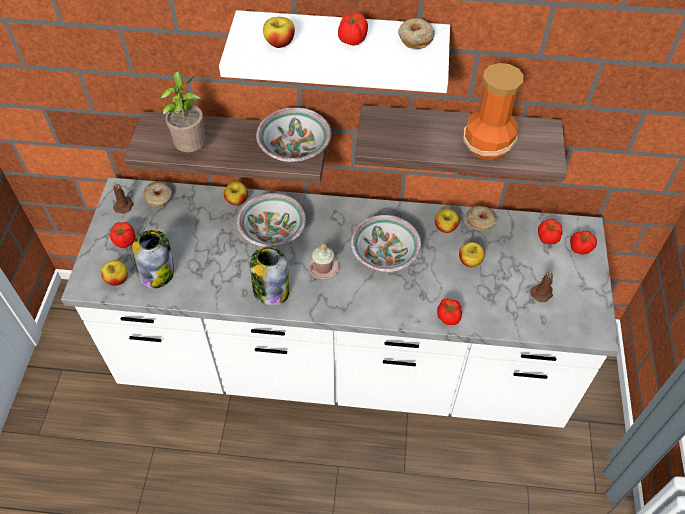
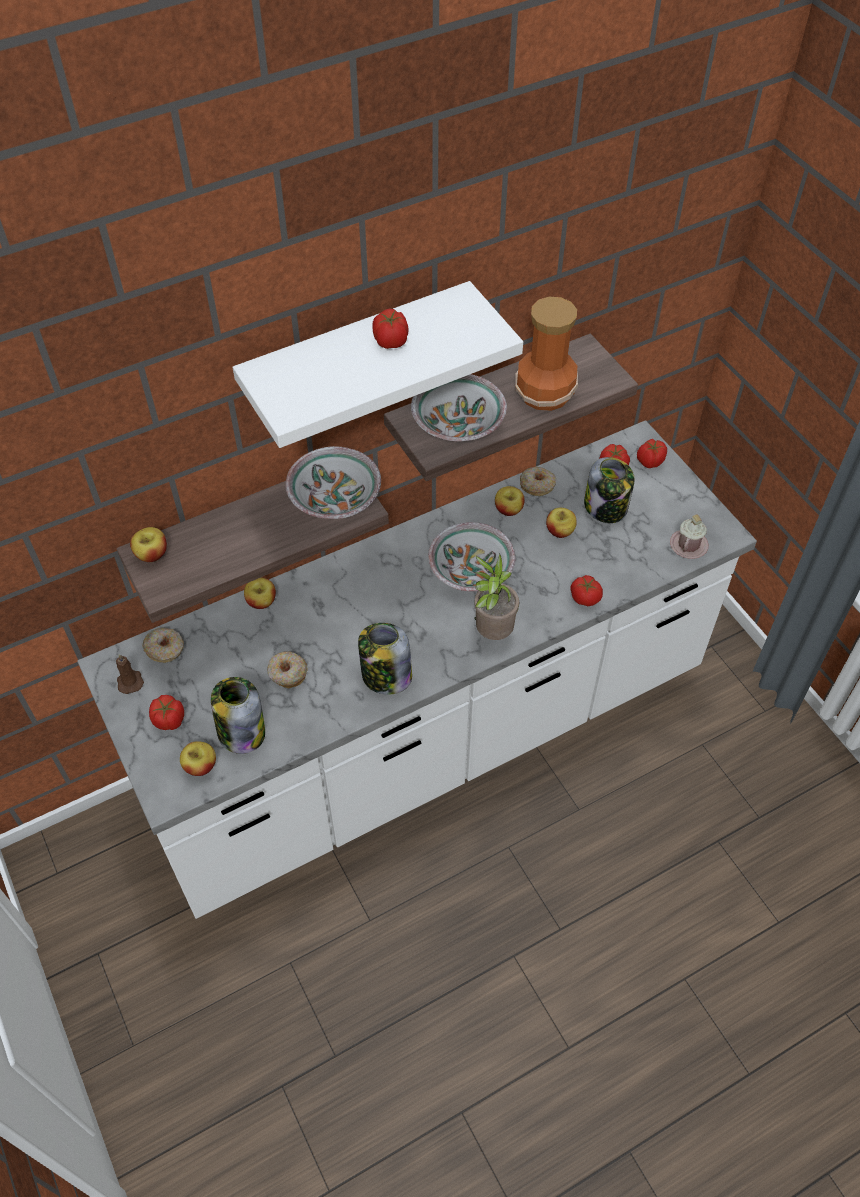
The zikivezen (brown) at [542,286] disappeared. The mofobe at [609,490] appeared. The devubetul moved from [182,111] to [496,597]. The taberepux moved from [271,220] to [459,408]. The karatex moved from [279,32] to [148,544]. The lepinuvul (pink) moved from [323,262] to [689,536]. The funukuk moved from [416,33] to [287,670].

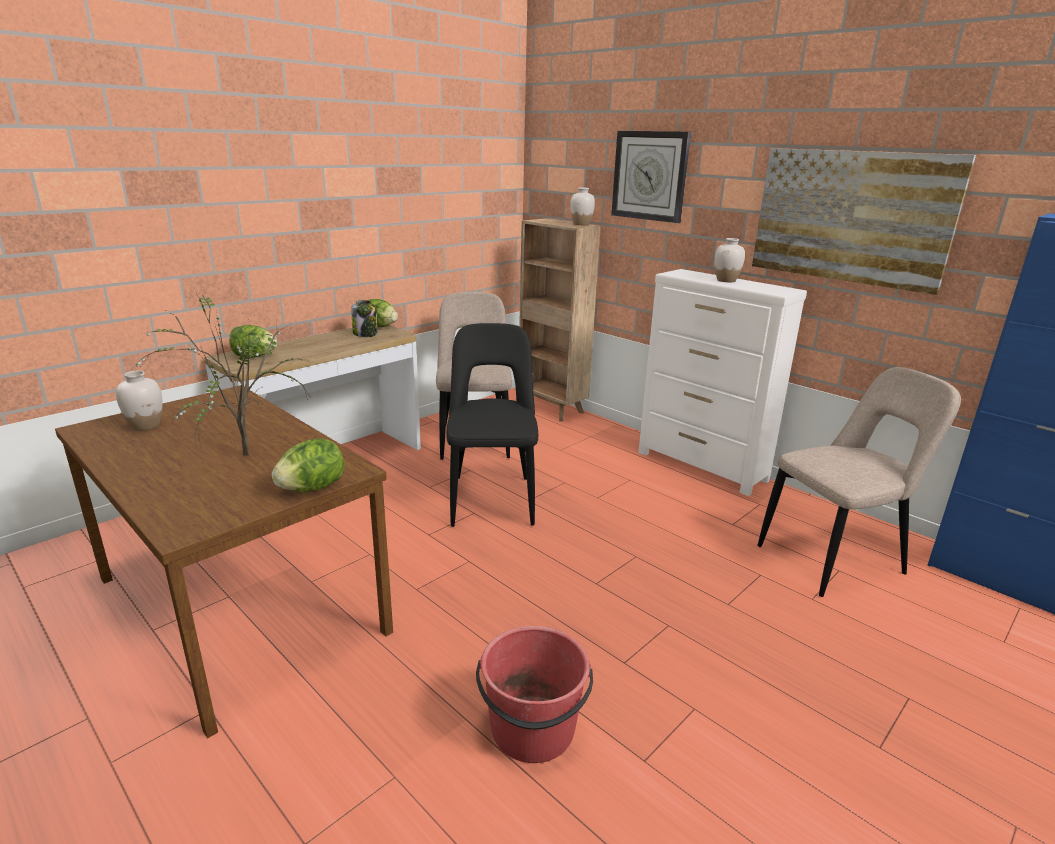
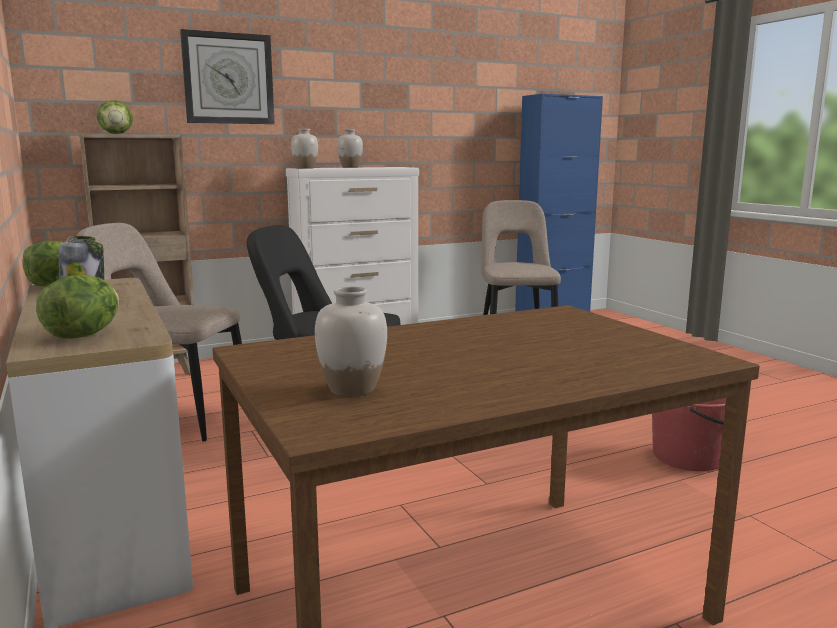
The devubetul at [220,372] disappeared. The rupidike at [864,221] disappeared. The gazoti moved from [308,465] to [115,117]. The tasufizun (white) moved from [582,206] to [304,149].

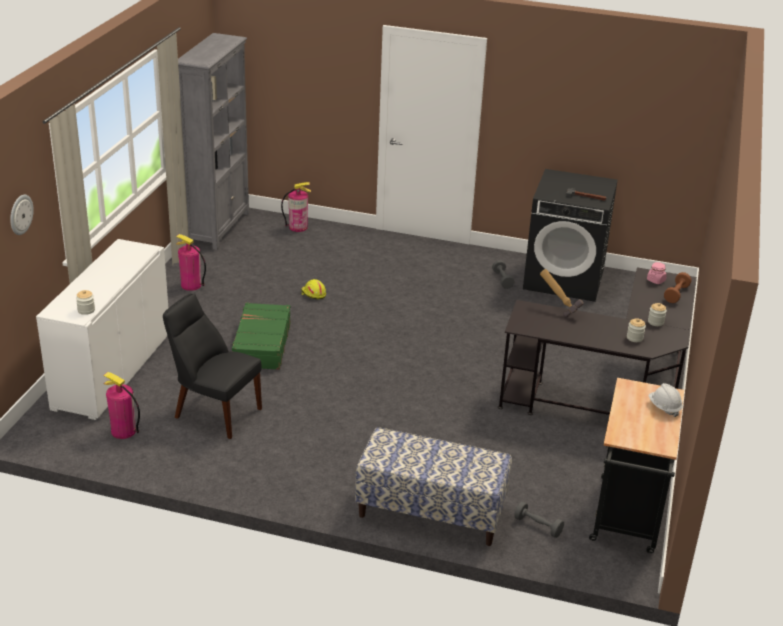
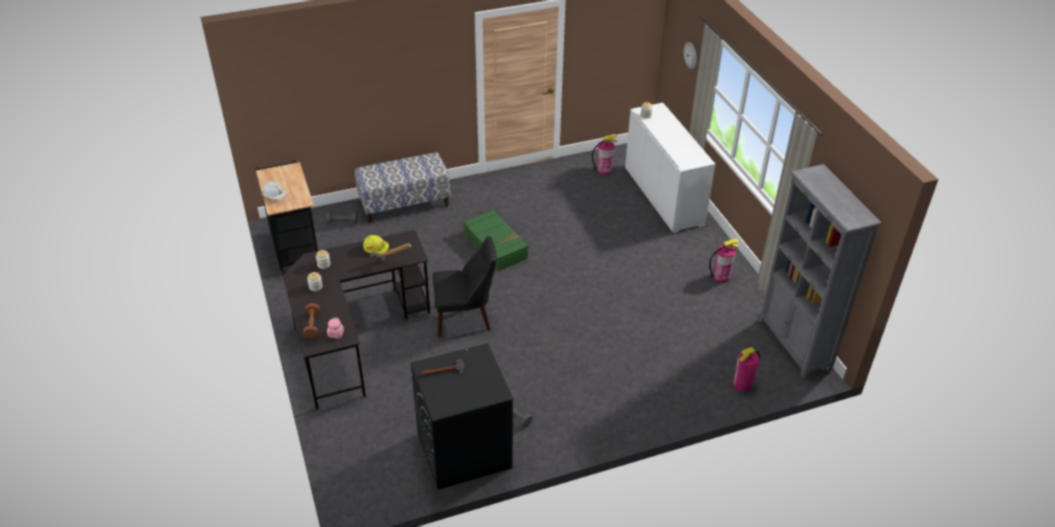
The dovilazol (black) moved from [212,366] to [465,286]. The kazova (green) moved from [261,336] to [496,240]. The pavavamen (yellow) moved from [313,289] to [376,244].

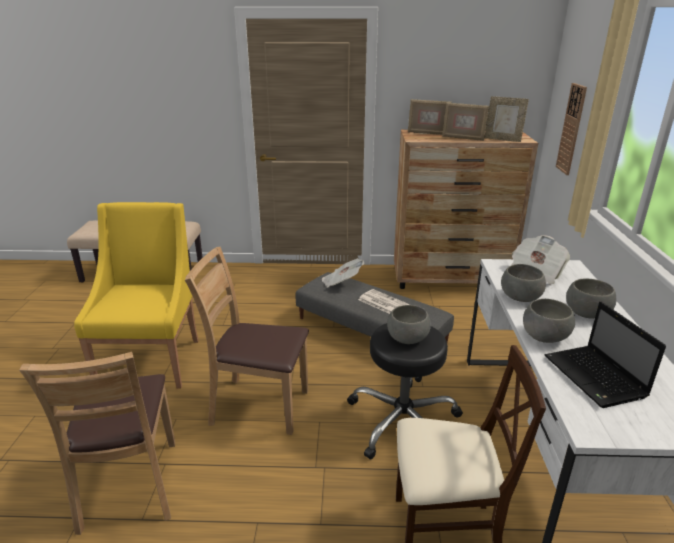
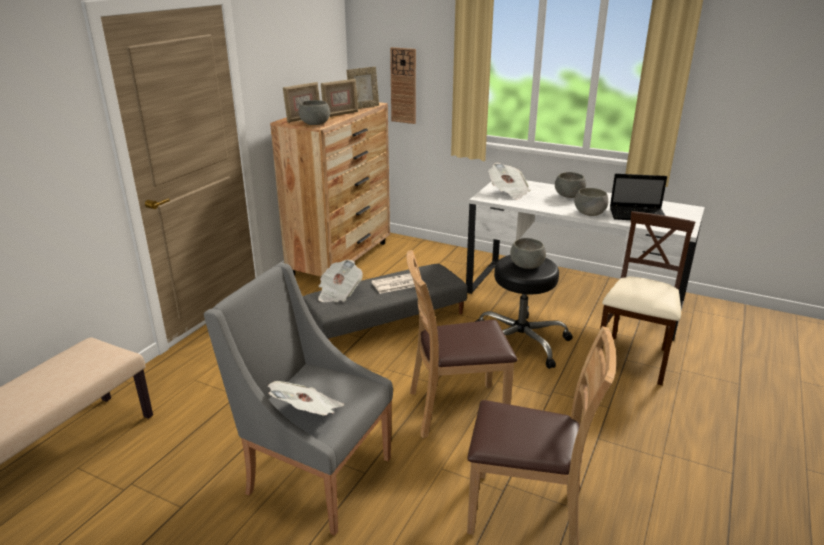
The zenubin at [306,398] appeared. The taberepux (grey) moved from [523,283] to [314,112]. The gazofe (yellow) at [136,295] became the gazofe (grey) at [298,399]. The dovilazol (brown) at [247,341] turned 45 degrees clockwise.

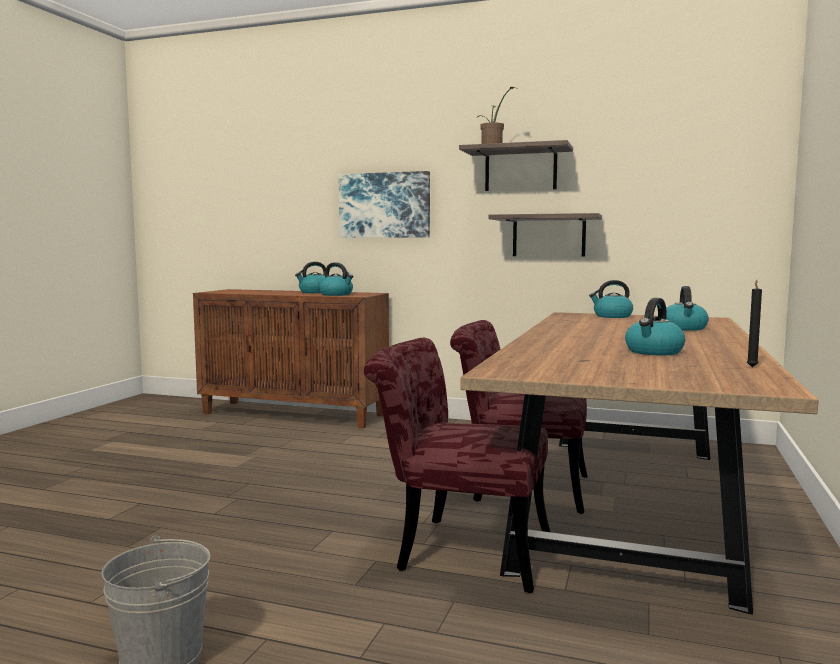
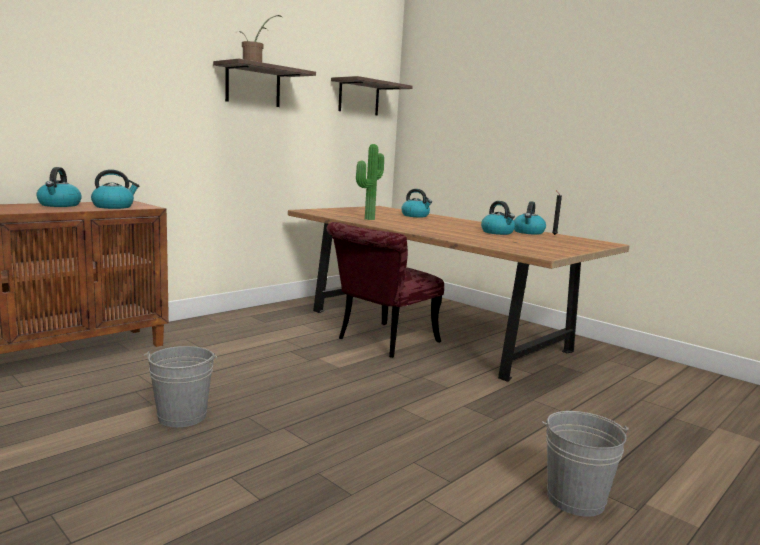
The rupidike at [384,204] disappeared. The dovilazol (red) at [457,465] disappeared. The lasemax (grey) at [180,386] appeared. The devubetul at [370,182] appeared. The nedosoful moved from [545,235] to [372,95]. The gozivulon moved from [611,299] to [530,218].

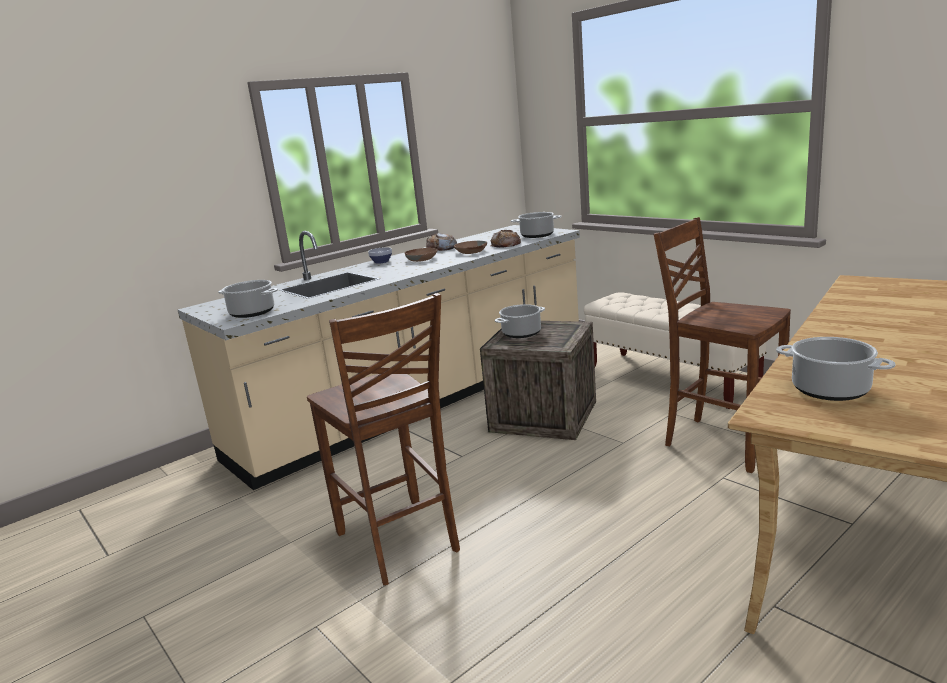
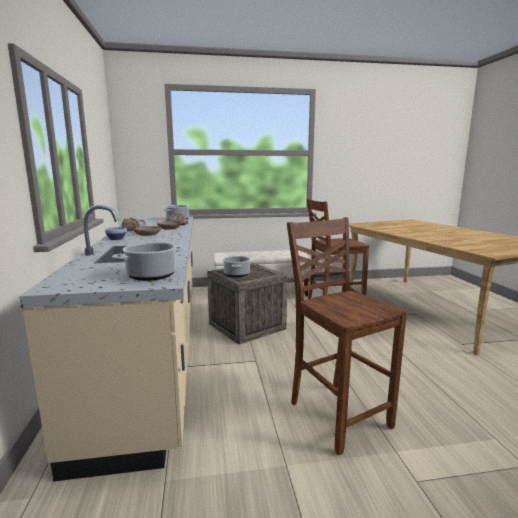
The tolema at [835,369] disappeared. The dovilazol (brown) at [383,439] turned 120 degrees counterclockwise.

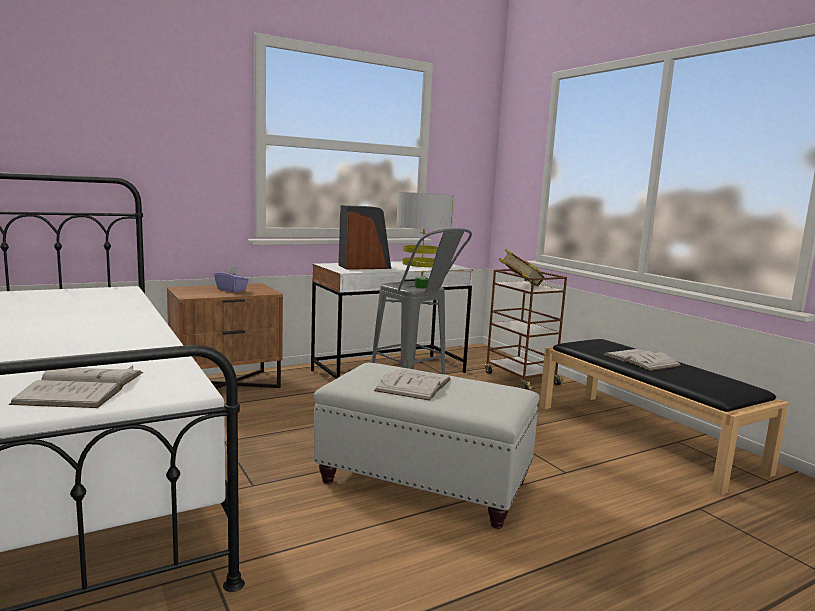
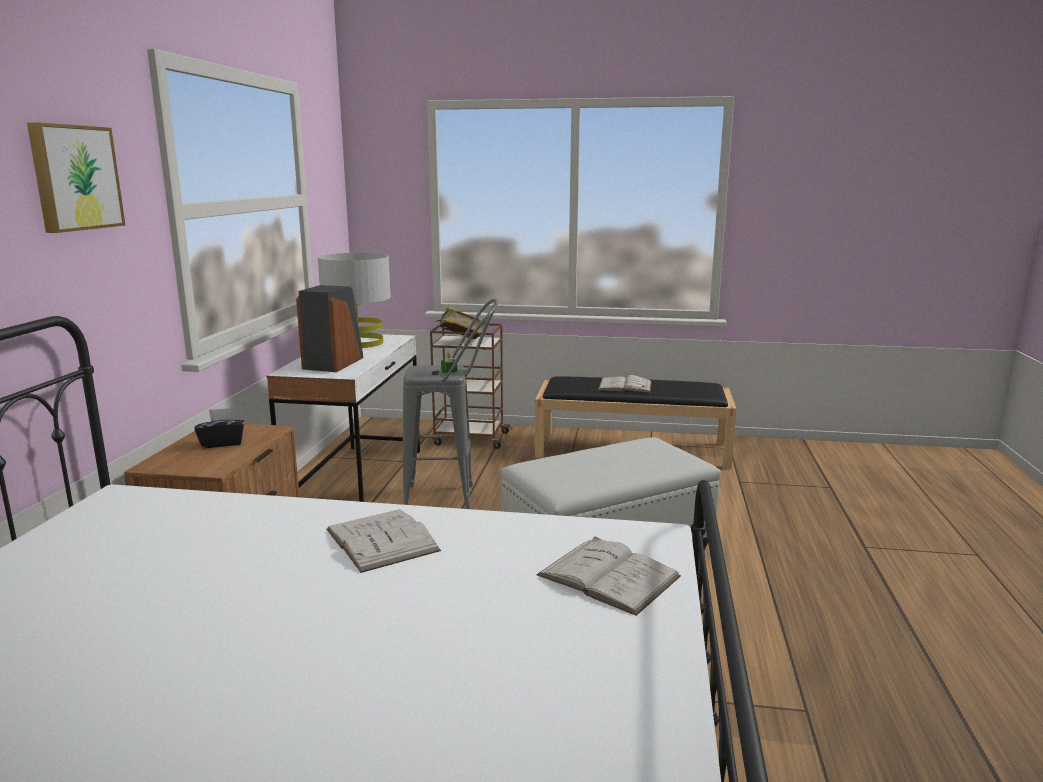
The rupidike at [76,177] appeared. The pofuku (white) moved from [412,385] to [383,541]. The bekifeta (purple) at [231,279] became the bekifeta (black) at [219,428].

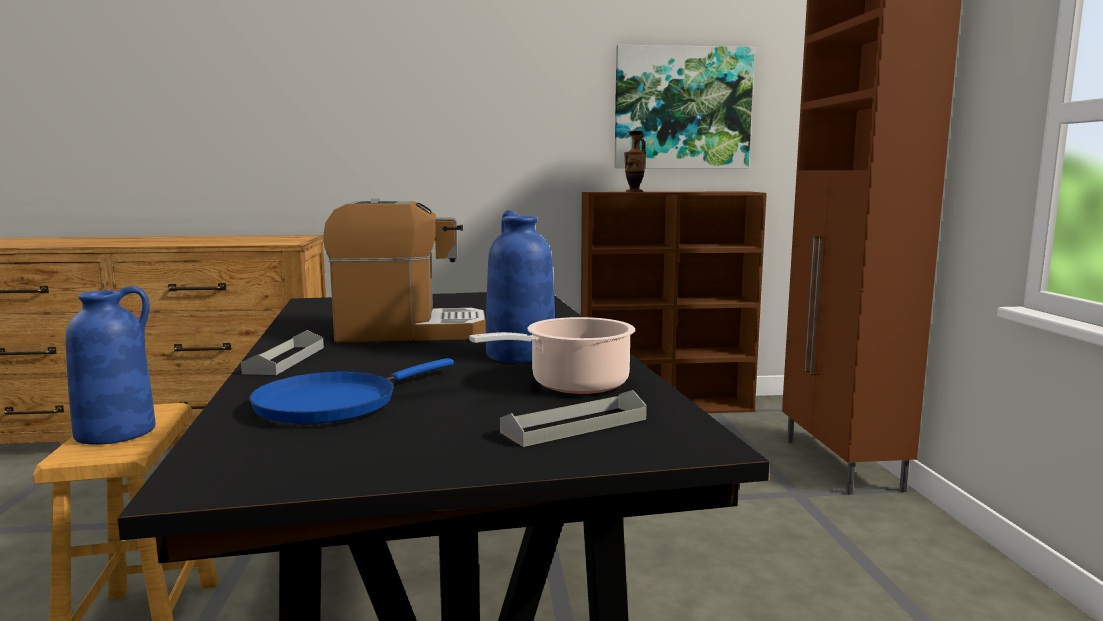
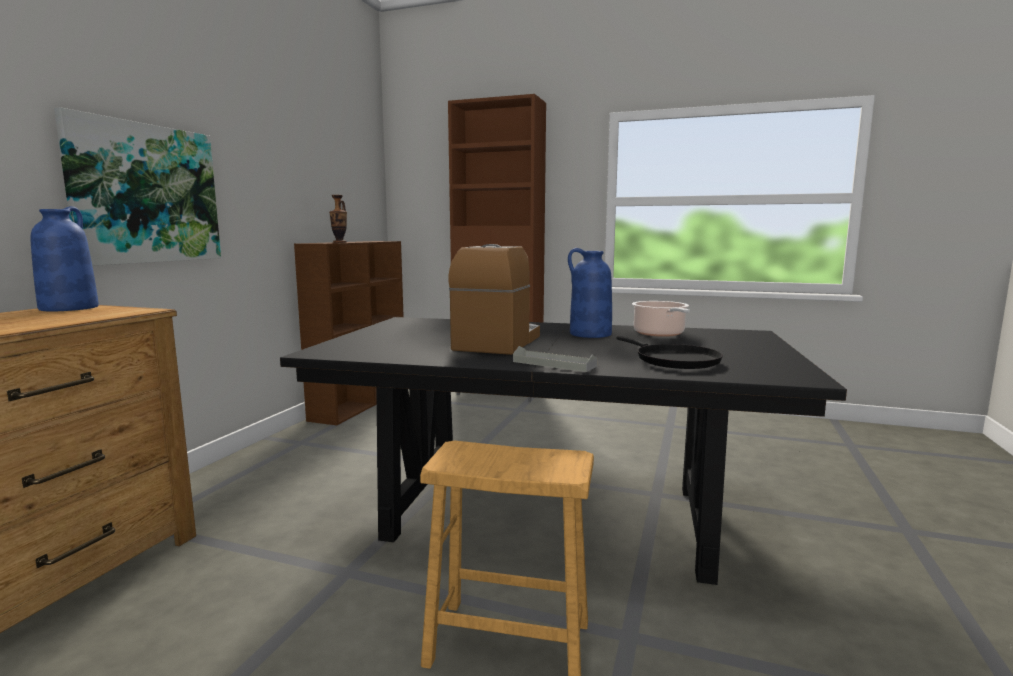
The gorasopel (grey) at [573,418] disappeared. The tasufizun (blue) moved from [110,365] to [64,258]. The rupidike moved from [684,106] to [137,186]. The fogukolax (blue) at [351,391] became the fogukolax (black) at [669,352].

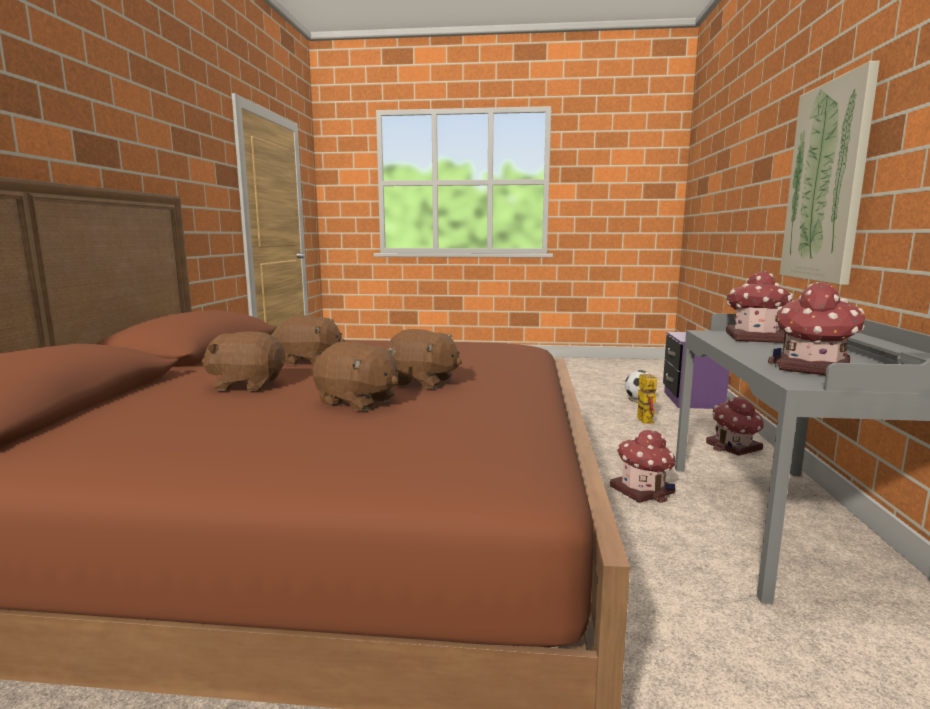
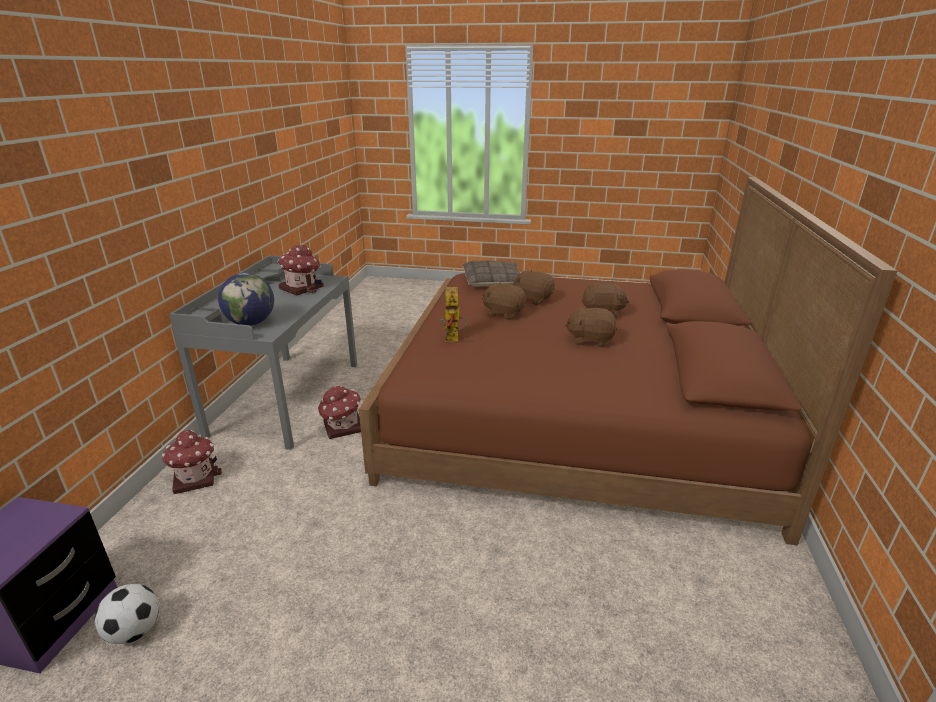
The rupidike at [830,173] disappeared. The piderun at [491,274] appeared. The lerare moved from [642,397] to [454,314]. The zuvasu at [759,307] was replaced by the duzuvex at [246,299].

